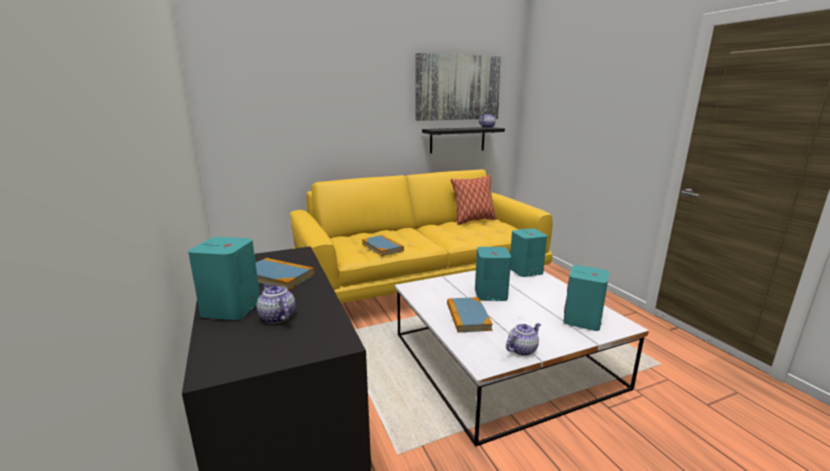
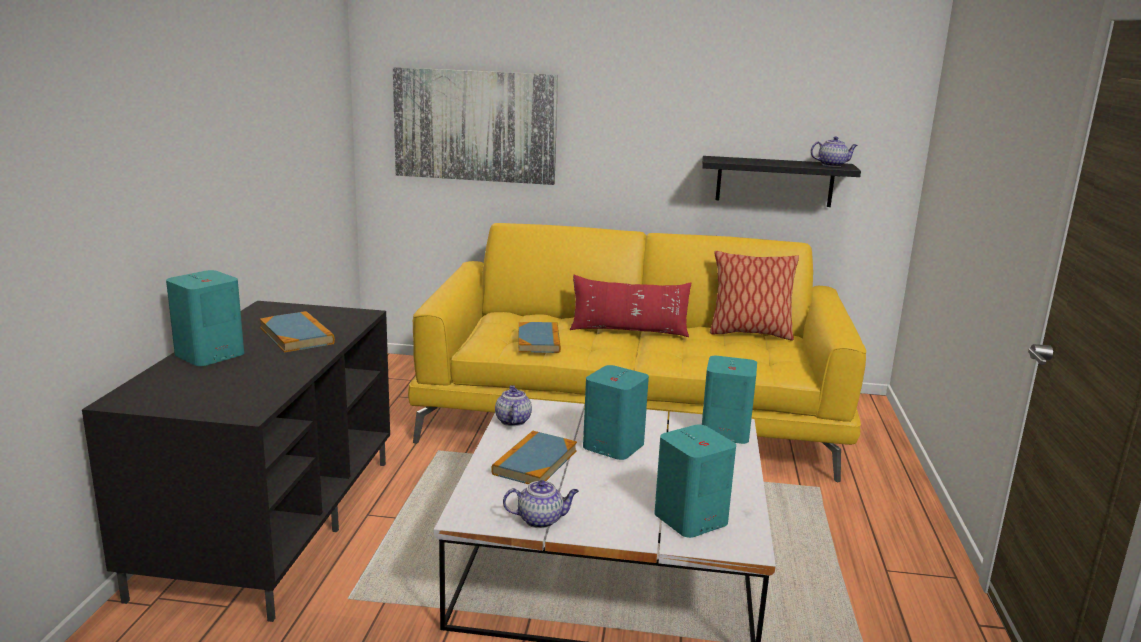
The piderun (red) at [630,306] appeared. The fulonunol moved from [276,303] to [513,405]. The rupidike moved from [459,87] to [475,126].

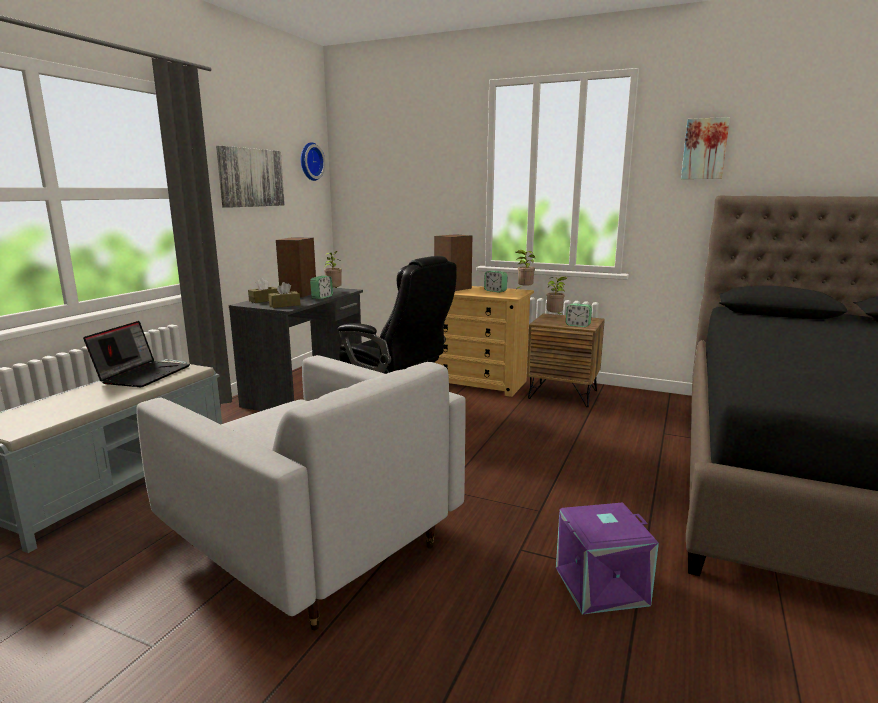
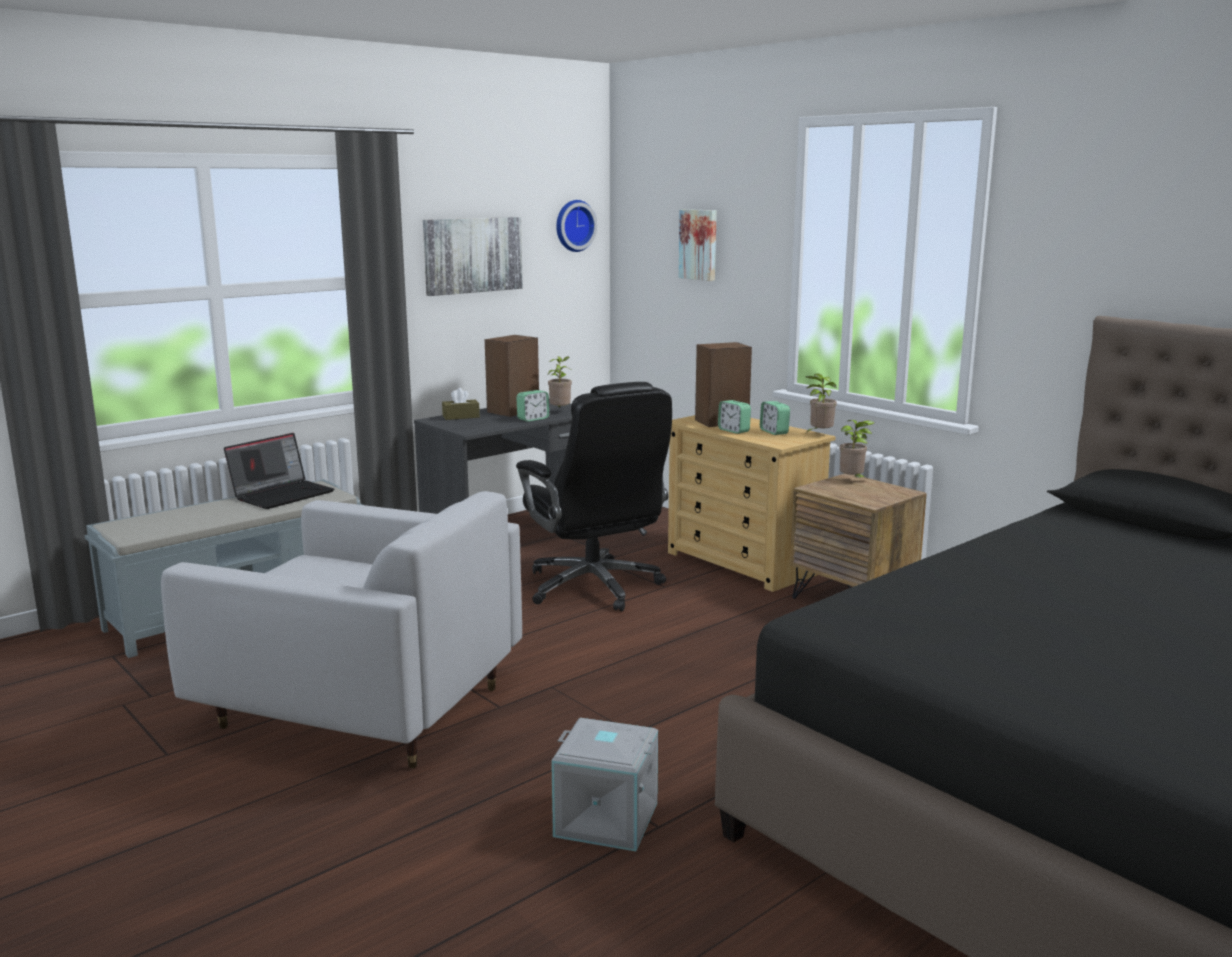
The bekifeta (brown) at [284,295] disappeared. The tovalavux moved from [579,315] to [734,417]. The rupidike moved from [705,148] to [698,245]. The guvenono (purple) at [607,558] became the guvenono (grey) at [604,784]. The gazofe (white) at [301,492] turned 45 degrees counterclockwise.

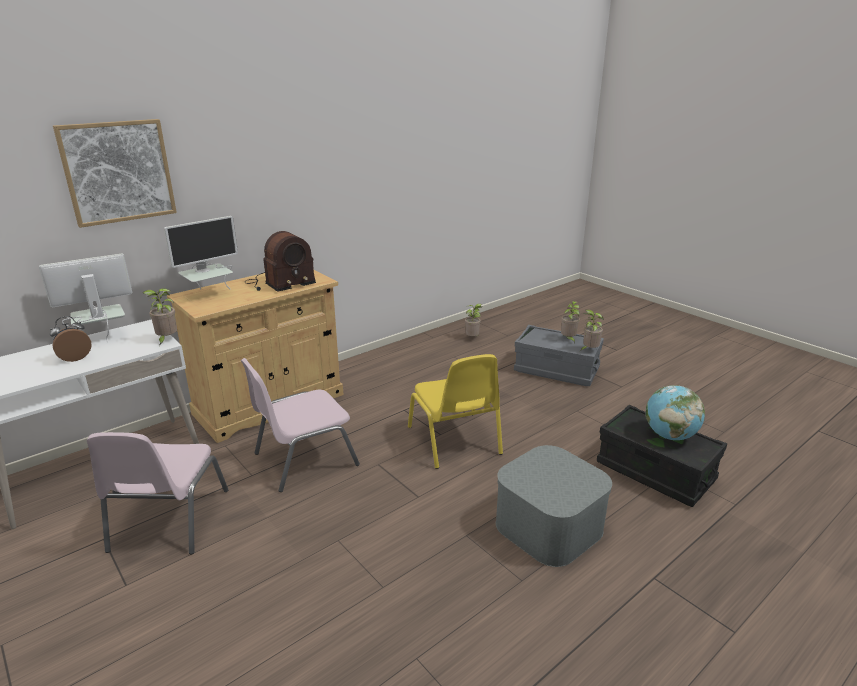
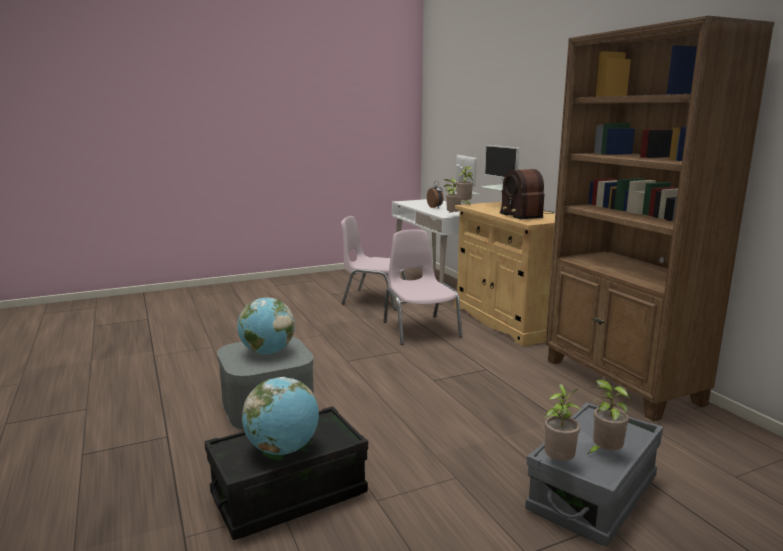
The rupidike at [115,173] disappeared. The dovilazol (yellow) at [455,411] disappeared. The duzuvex at [266,325] appeared. The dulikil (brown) at [660,218] appeared. The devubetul moved from [473,319] to [464,185].

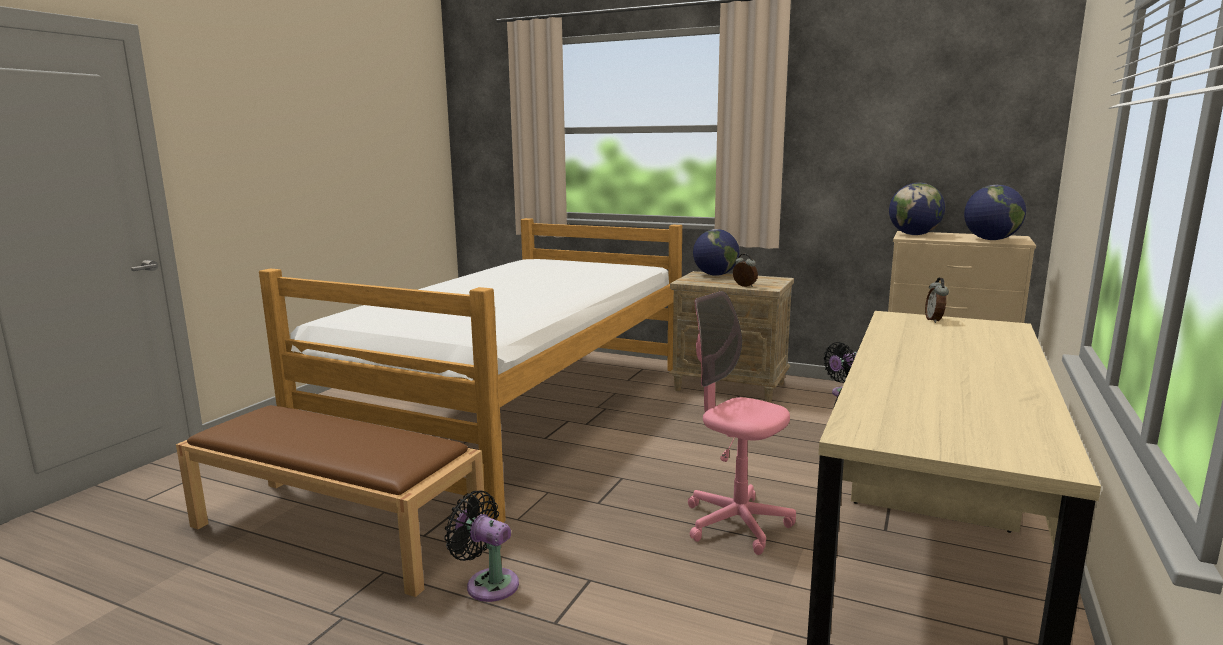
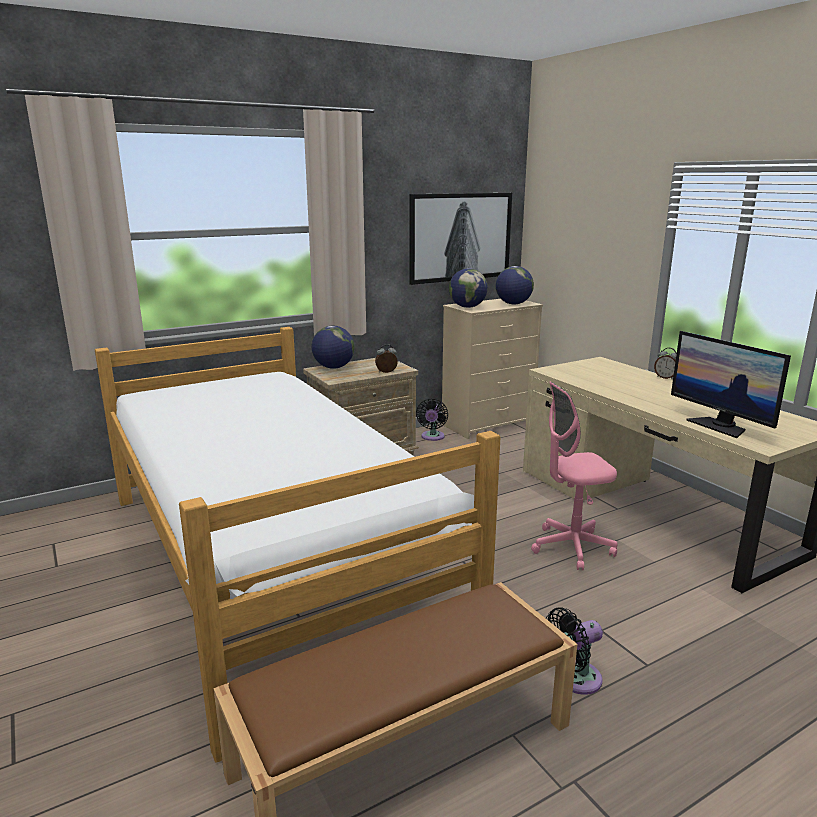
The rupidike at [460,239] appeared. The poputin at [731,384] appeared. The tovalavux moved from [937,300] to [665,364].

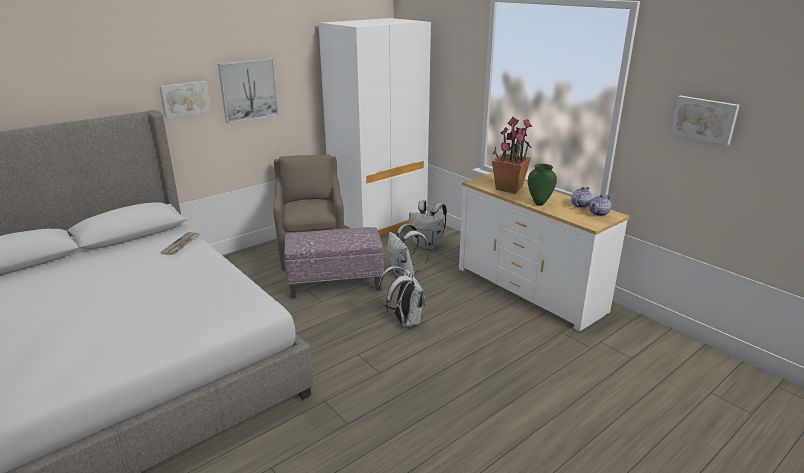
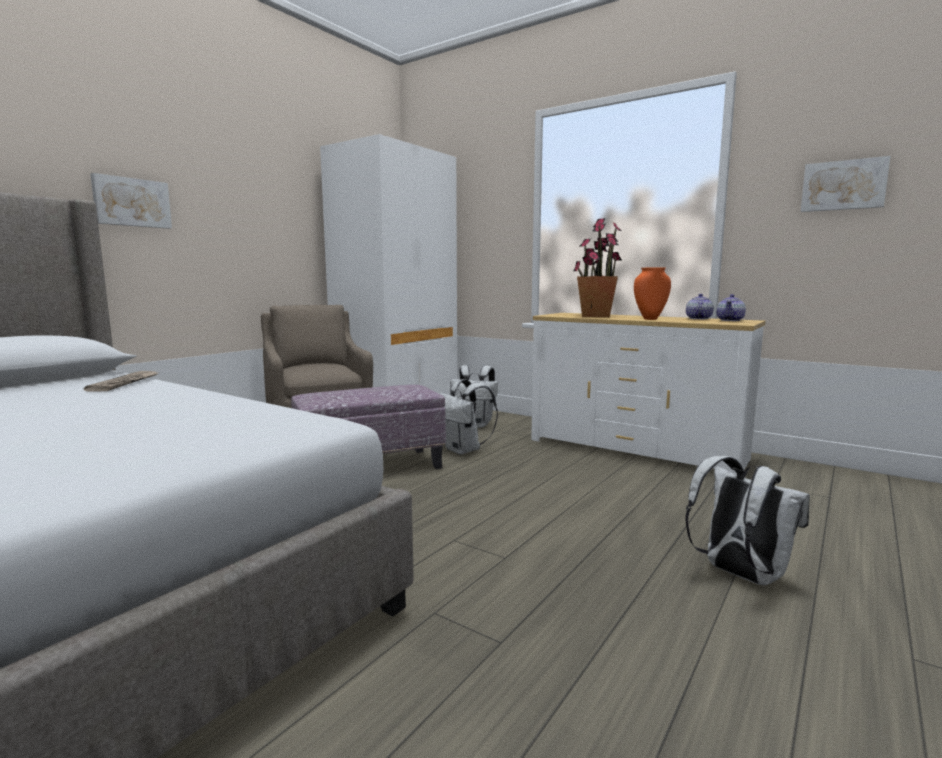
The rupidike at [248,91] disappeared. The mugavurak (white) moved from [401,296] to [747,520]. The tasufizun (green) at [542,185] became the tasufizun (orange) at [652,293].

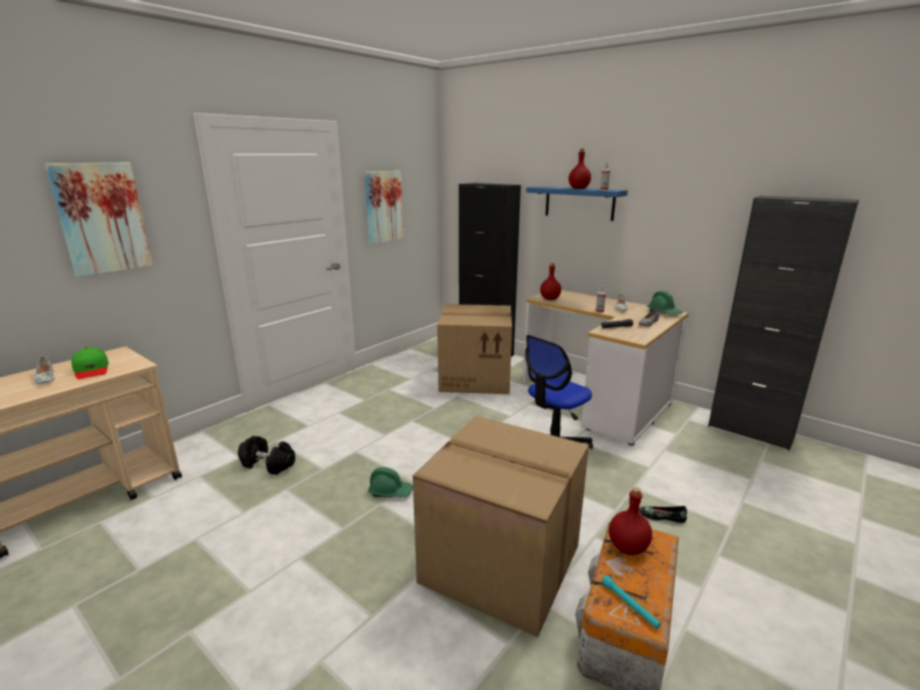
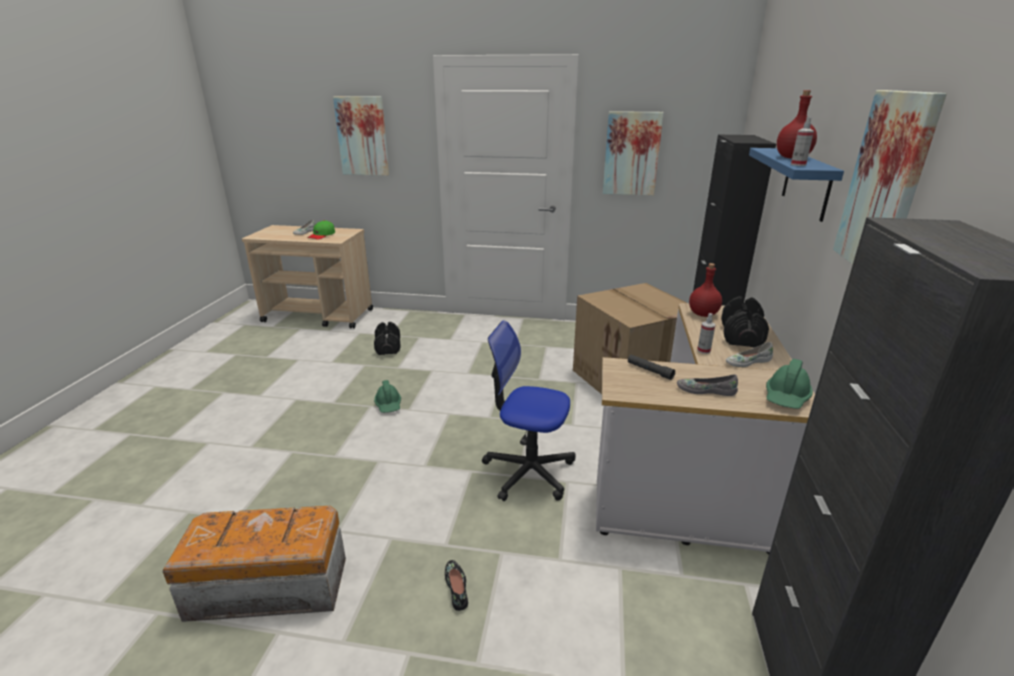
The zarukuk at [501,526] disappeared. The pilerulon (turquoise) at [631,602] disappeared. The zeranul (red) at [630,521] disappeared. The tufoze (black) at [745,321] appeared. The rupidike at [890,177] appeared.

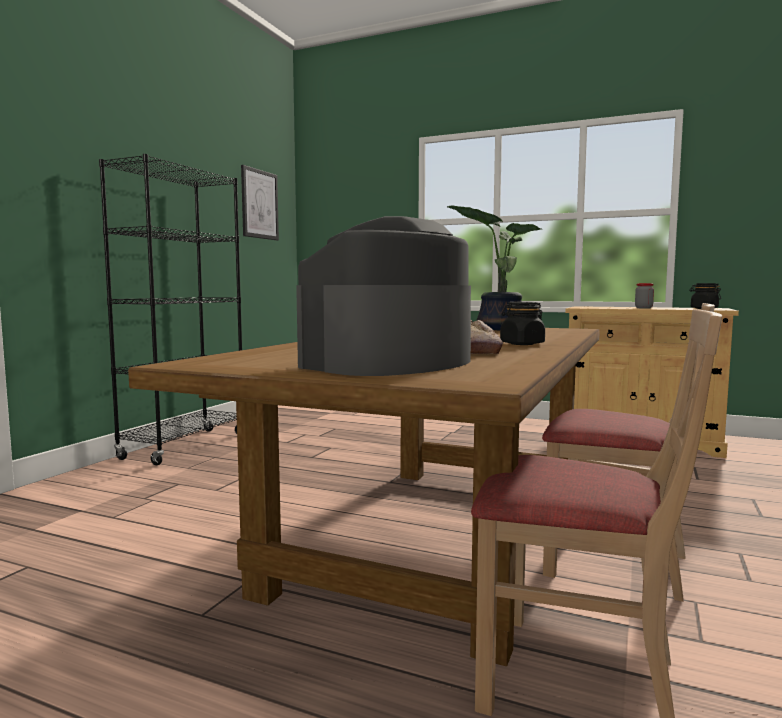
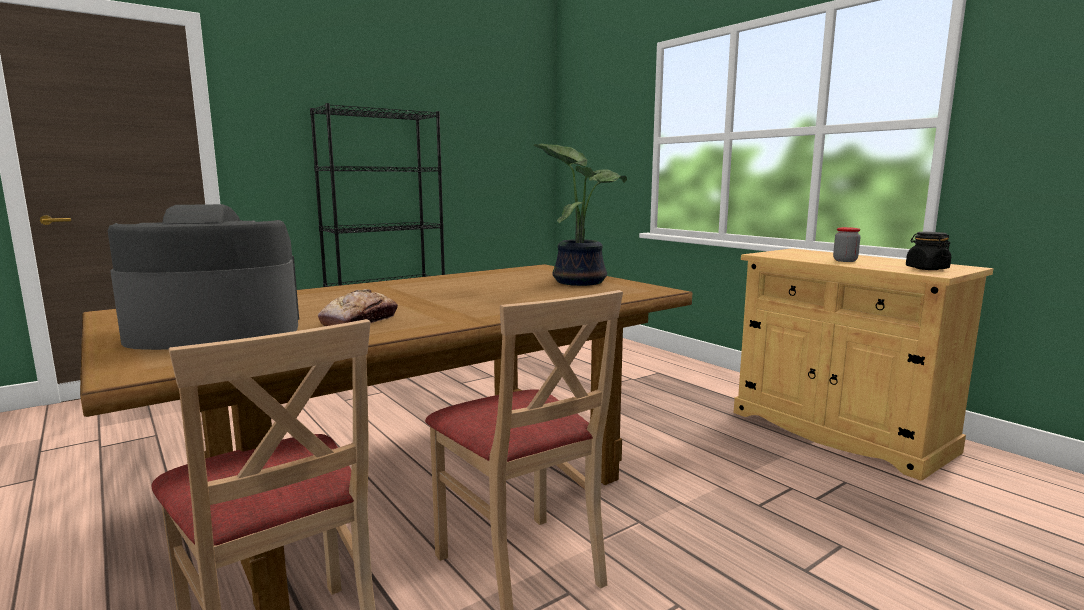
The rupidike at [260,202] disappeared. The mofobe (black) at [522,323] disappeared.

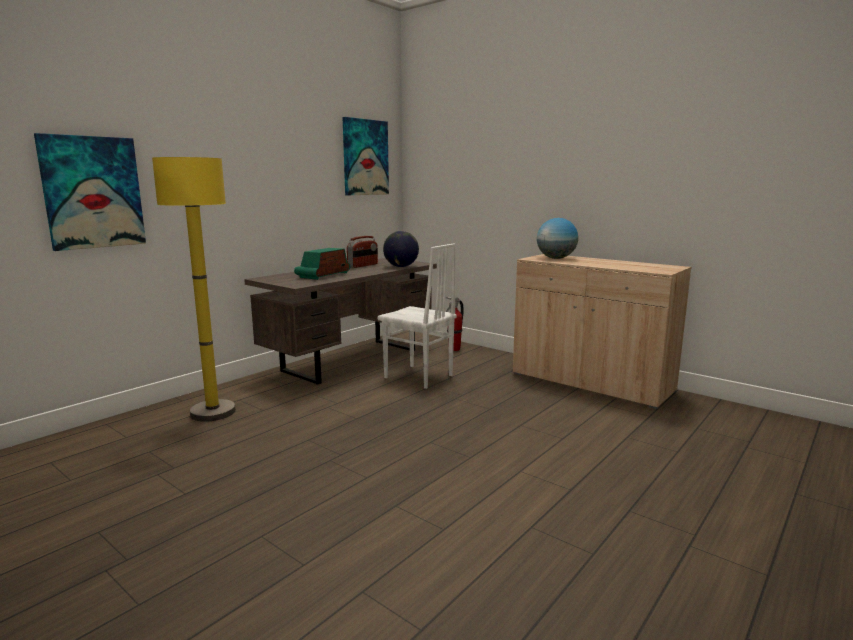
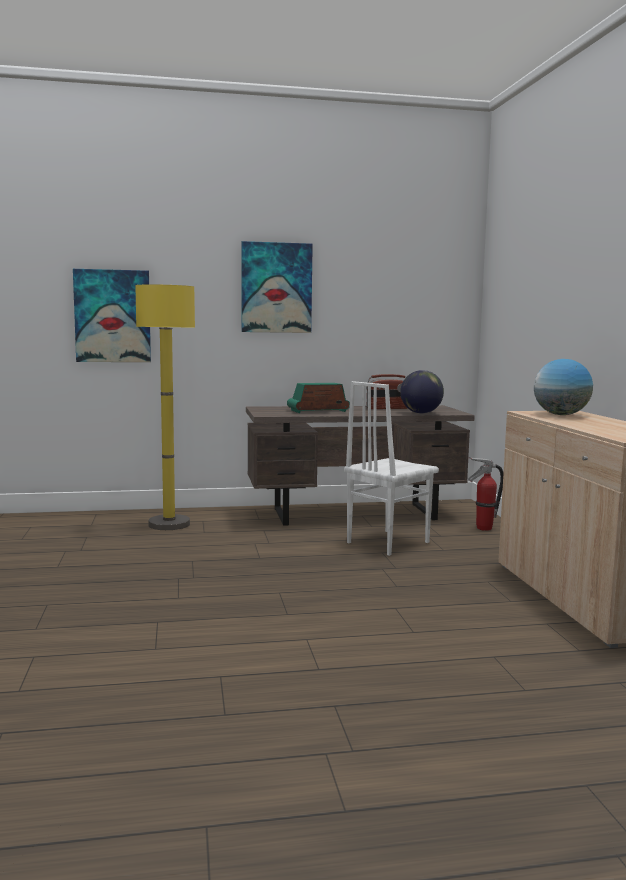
The rupidike moved from [365,156] to [277,287]. The dovilazol (white) at [417,316] turned 60 degrees clockwise.

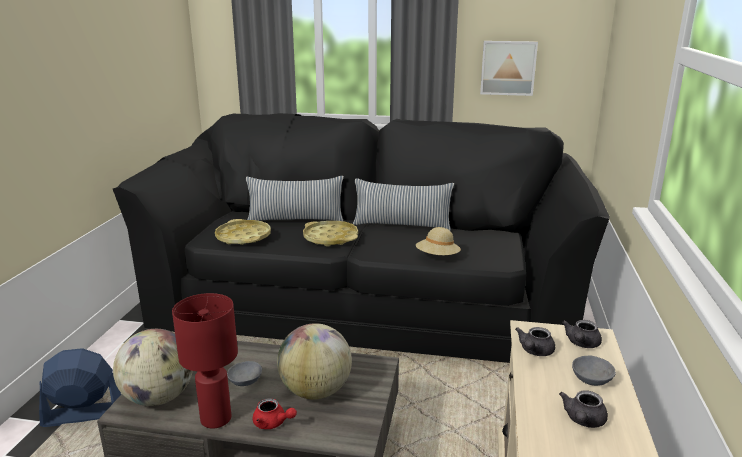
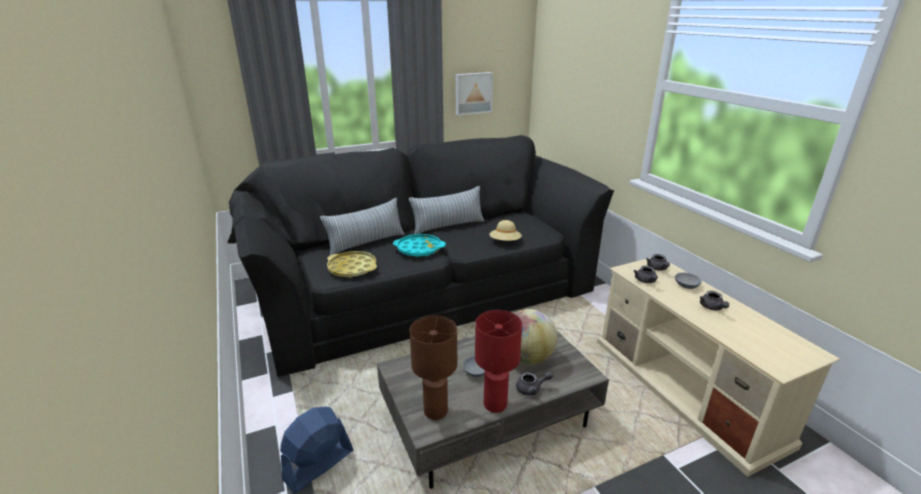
The duzuvex at [153,367] was replaced by the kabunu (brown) at [433,367]. The fulonunol (red) at [275,413] became the fulonunol (grey) at [535,383]. The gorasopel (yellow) at [330,234] became the gorasopel (turquoise) at [419,245].

